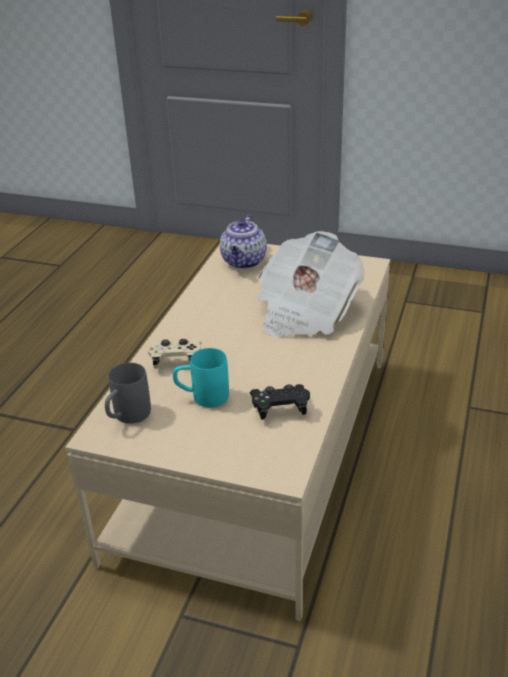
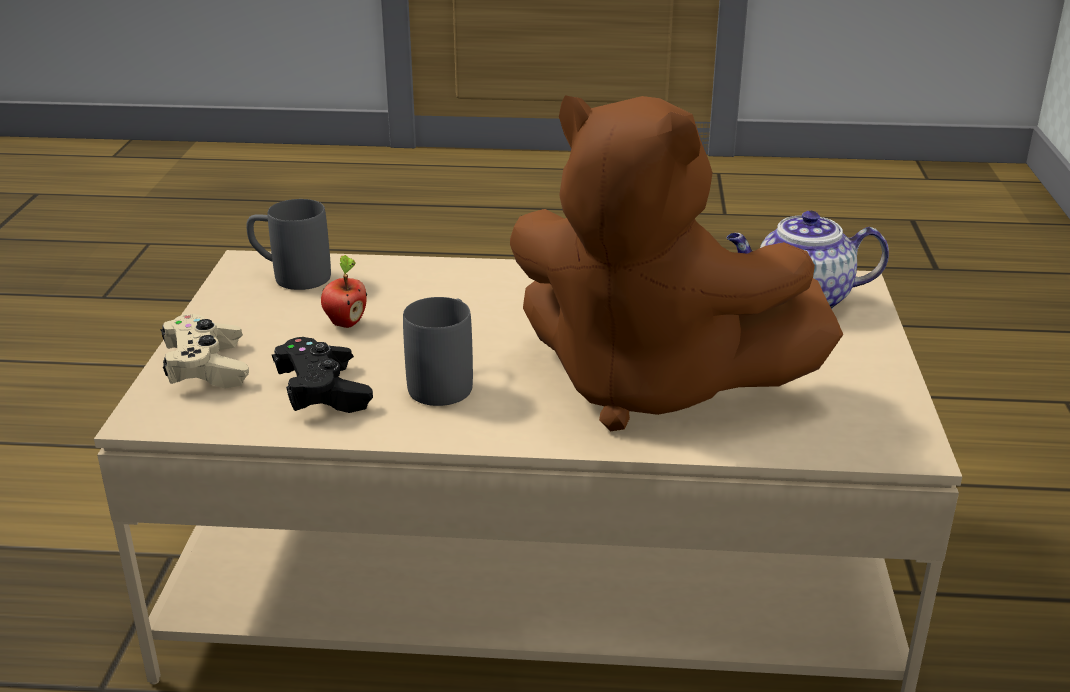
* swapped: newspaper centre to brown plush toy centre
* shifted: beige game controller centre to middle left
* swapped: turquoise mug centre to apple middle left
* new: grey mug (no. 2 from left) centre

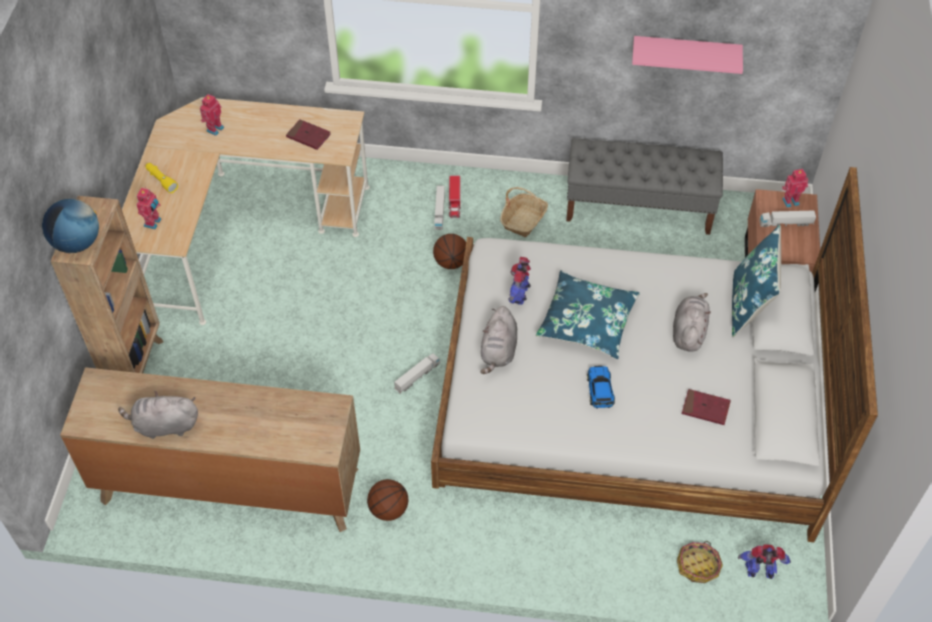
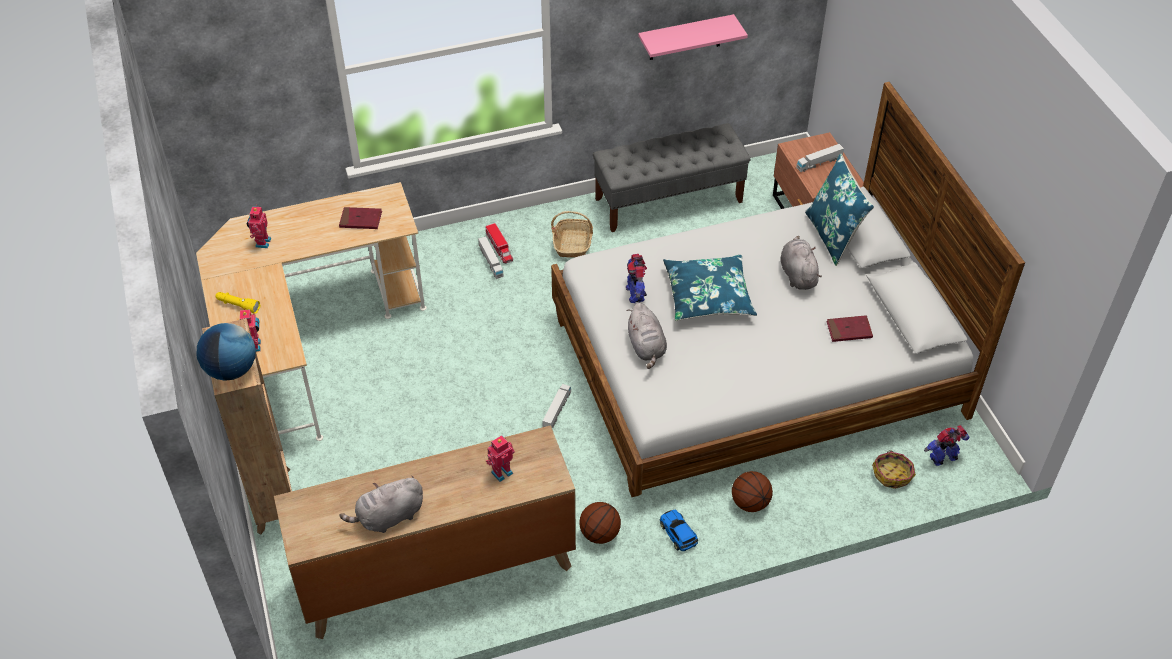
* shifted: toy robot (no. 5 from left in the first image) top right to toy robot (no. 3 from left) bottom centre
* shifted: basketball (no. 2 from left) centre to bottom centre
* shifted: toy car centre to bottom centre

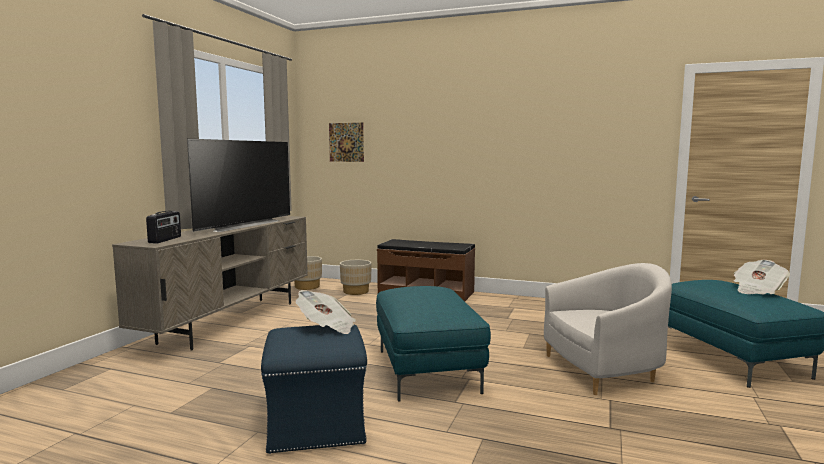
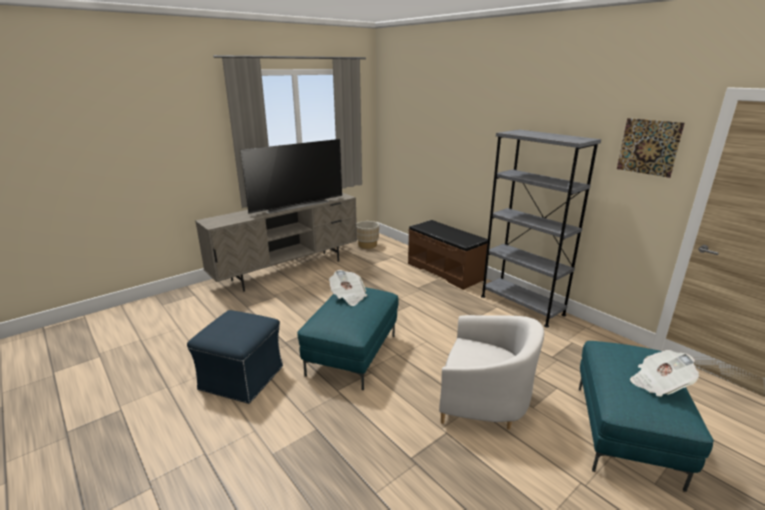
* shifted: picture top centre to top right
* gone: radio middle left
* gone: beige planter (no. 2 from left) centre
* shifted: newspaper (no. 1 from left) bottom centre to centre
* new: grey bookcase middle right

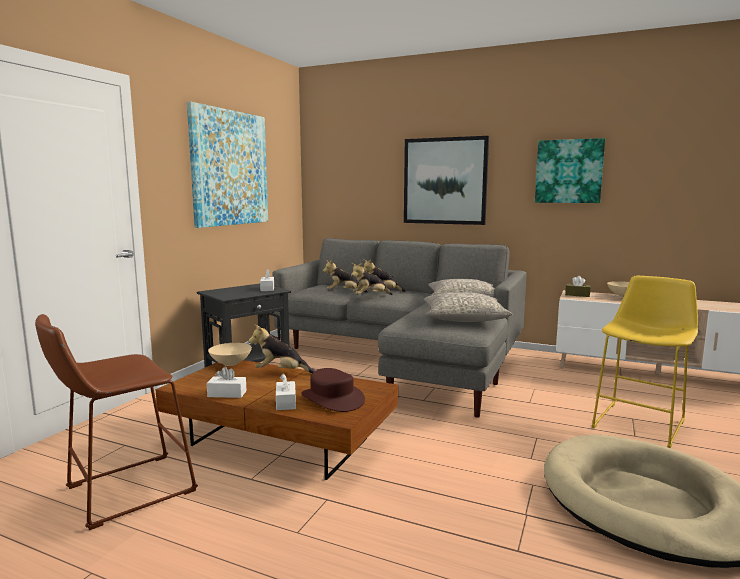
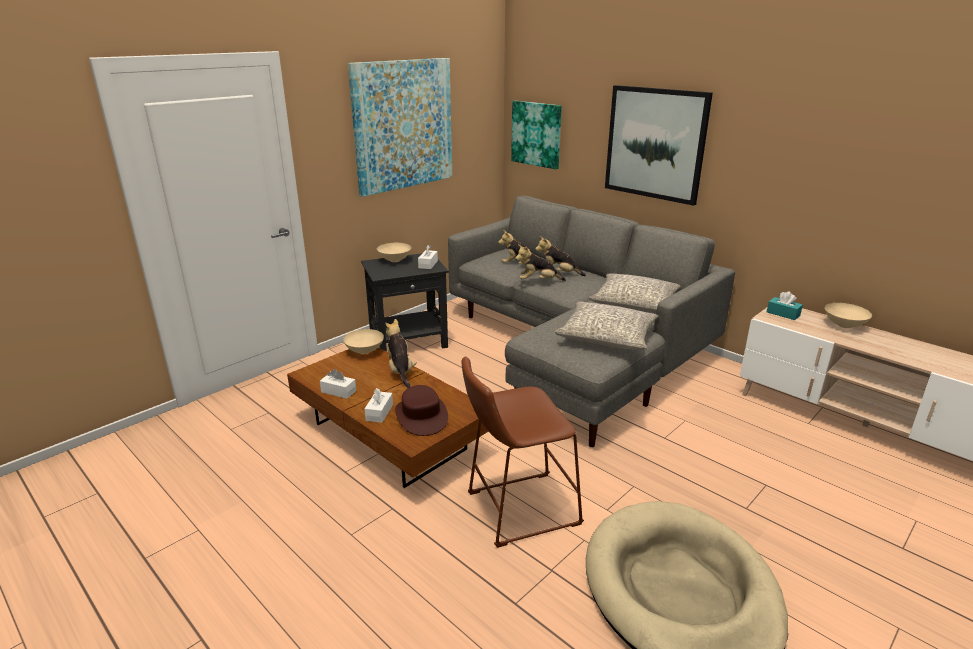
* shifted: picture (no. 3 from left in the first image) top right to picture (no. 2 from left) top centre
* repainted: brown tissue box middle right to turquoise tissue box middle right
* gone: yellow stool middle right
* shifted: brown stool bottom left to bottom centre
* rotated: plush toy (no. 1 from left) centre = centre 45 degrees clockwise
* new: beige bowl (no. 2 from left) centre

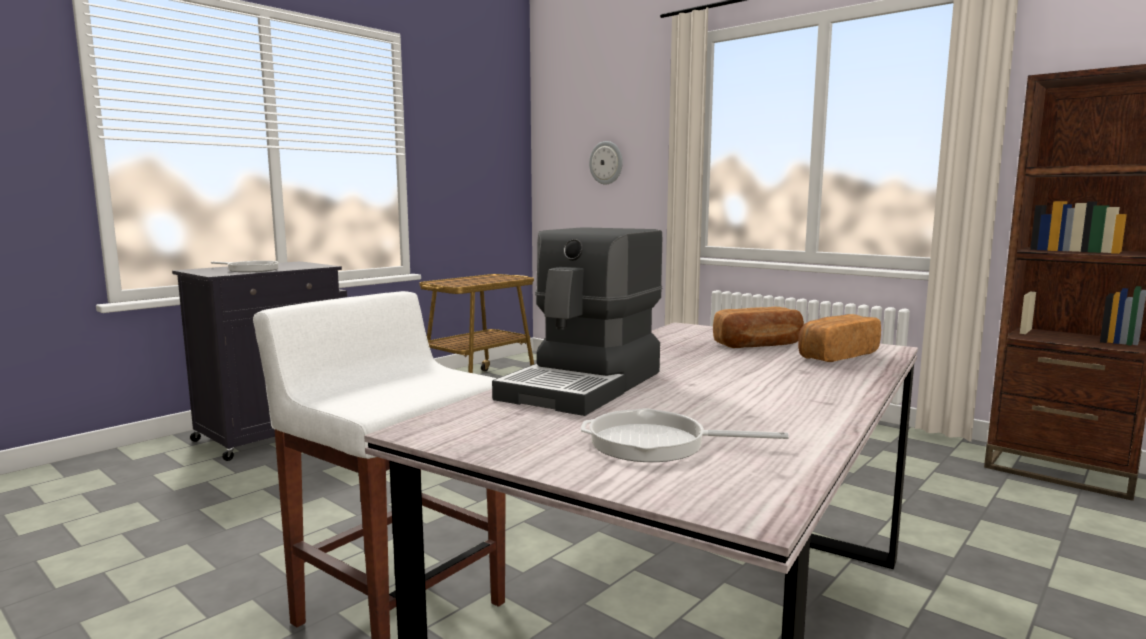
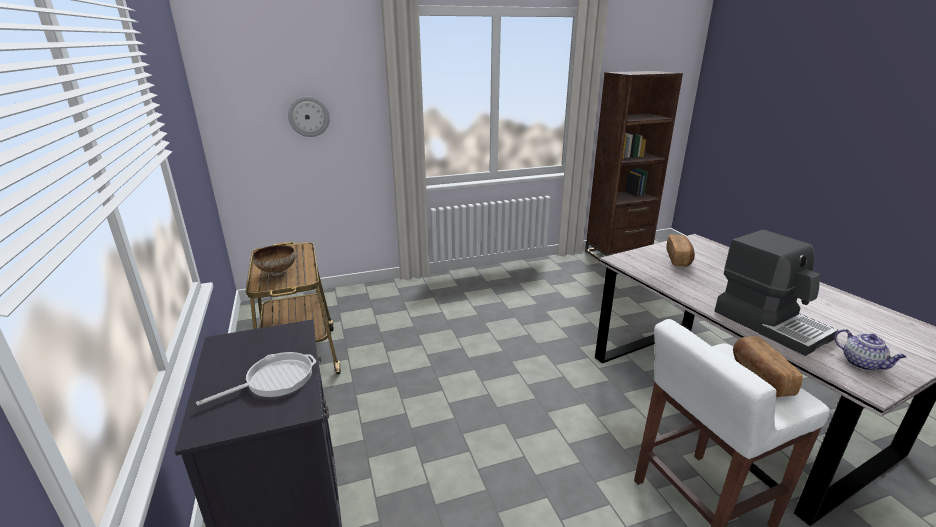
* shifted: bread (no. 2 from left) middle right to bottom right
* gone: frying pan (no. 2 from left) bottom centre
* new: bowl middle left
* new: teapot middle right

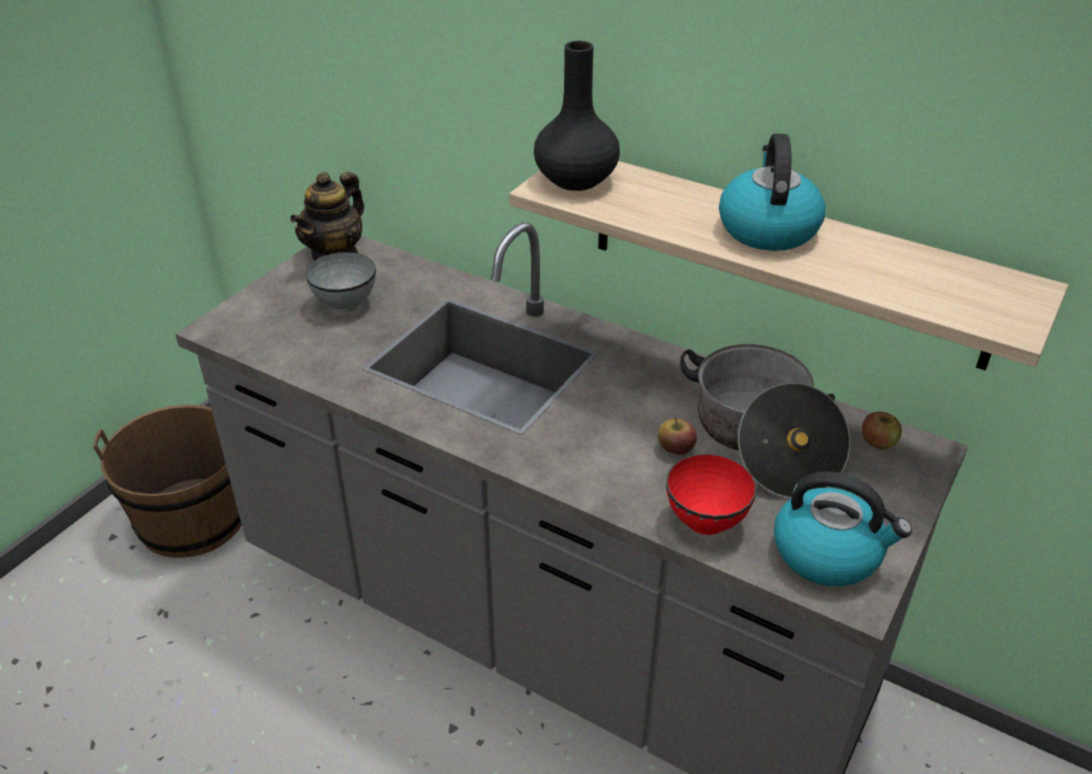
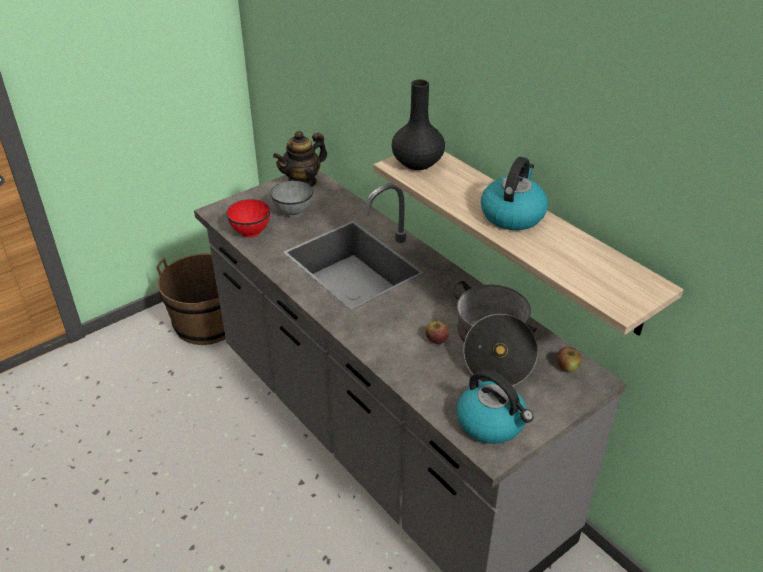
* shifted: red bowl centre to middle left

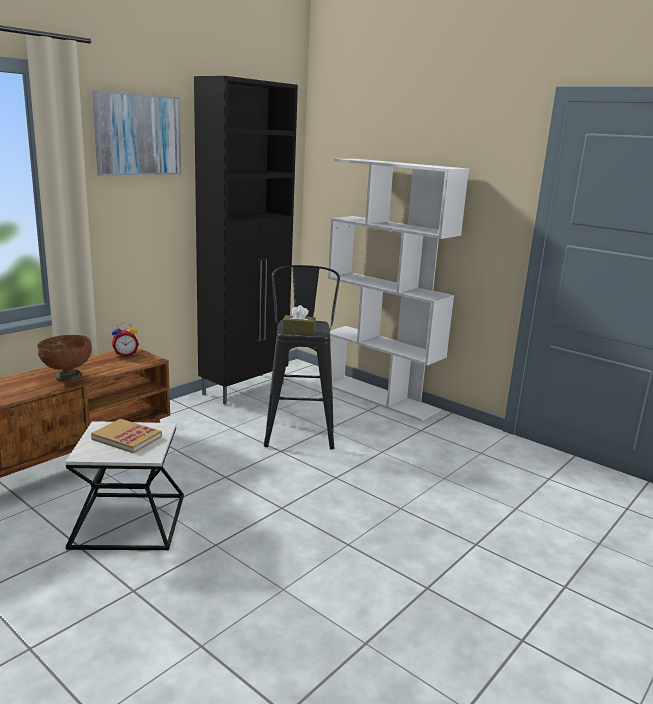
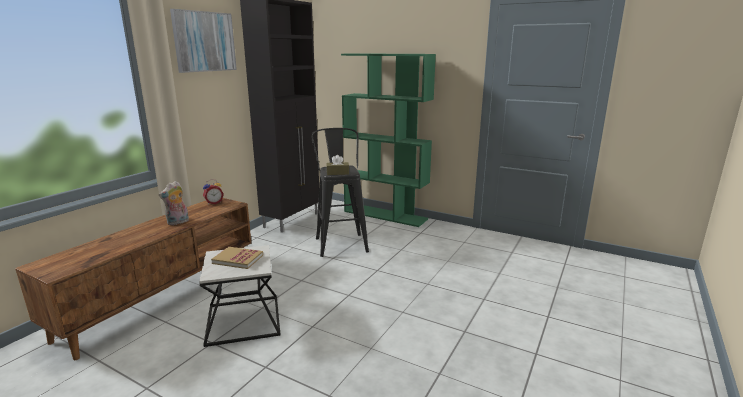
* repainted: white bookcase centre to green bookcase centre
* swapped: brown bowl middle left to plush toy middle left

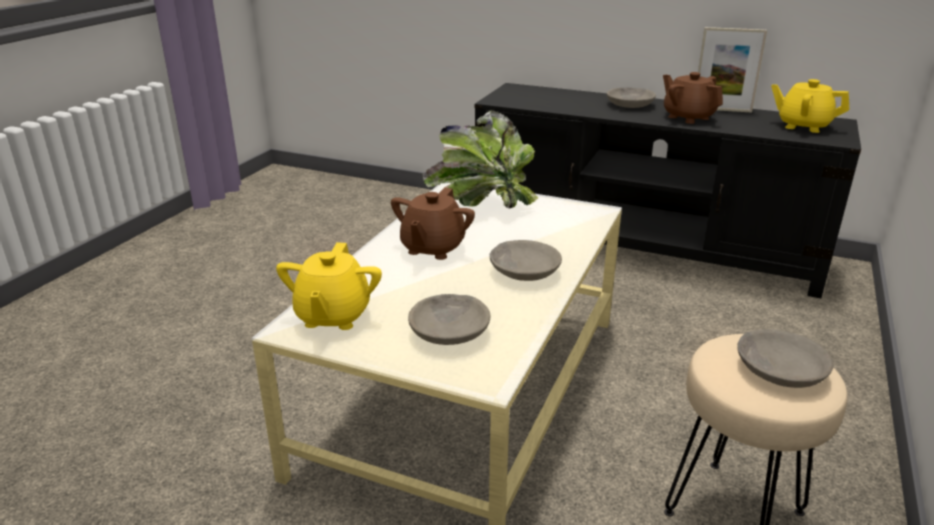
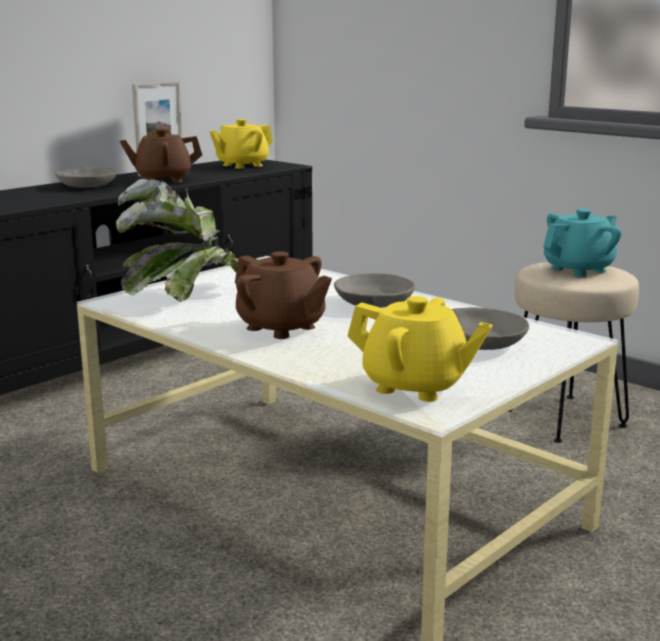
* swapped: grey bowl (no. 4 from left) bottom right to turquoise teapot middle right

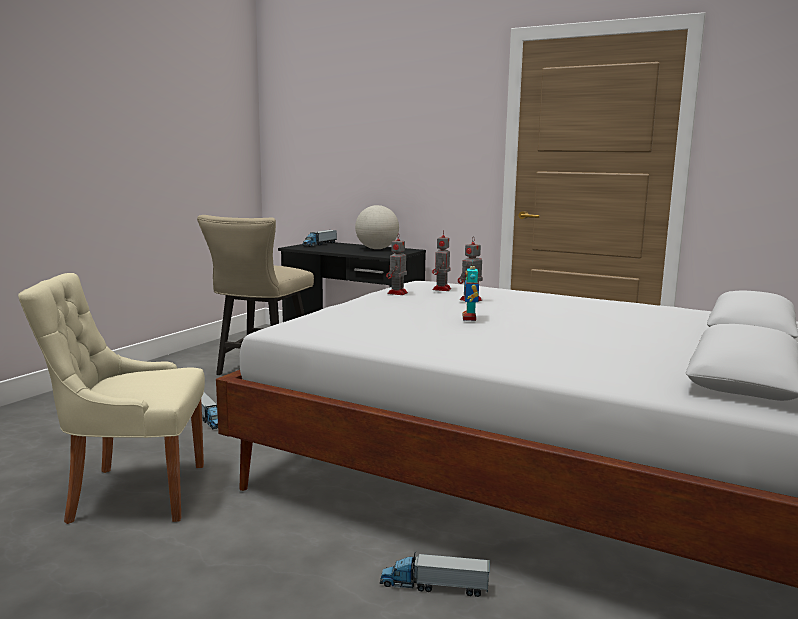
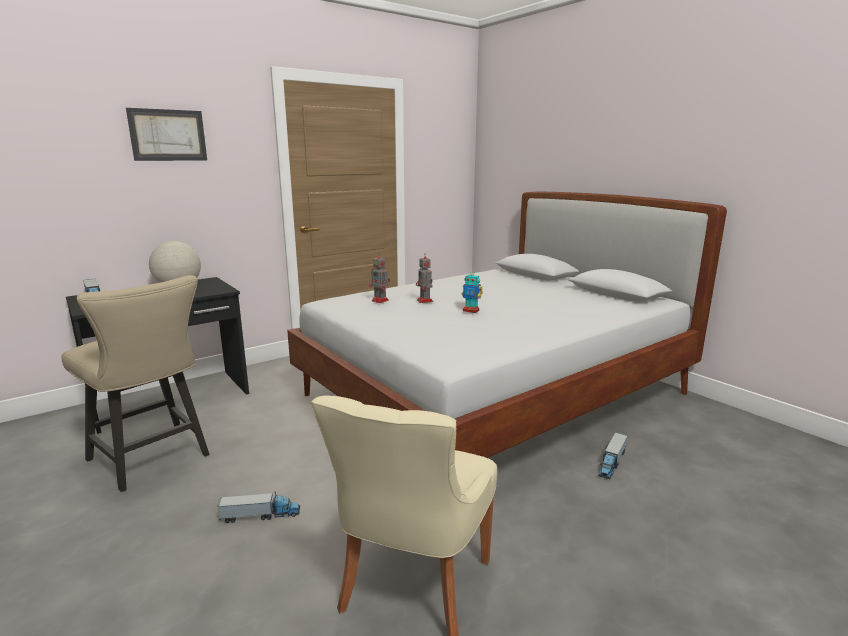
* gone: toy robot (no. 1 from left) centre
* new: picture top left

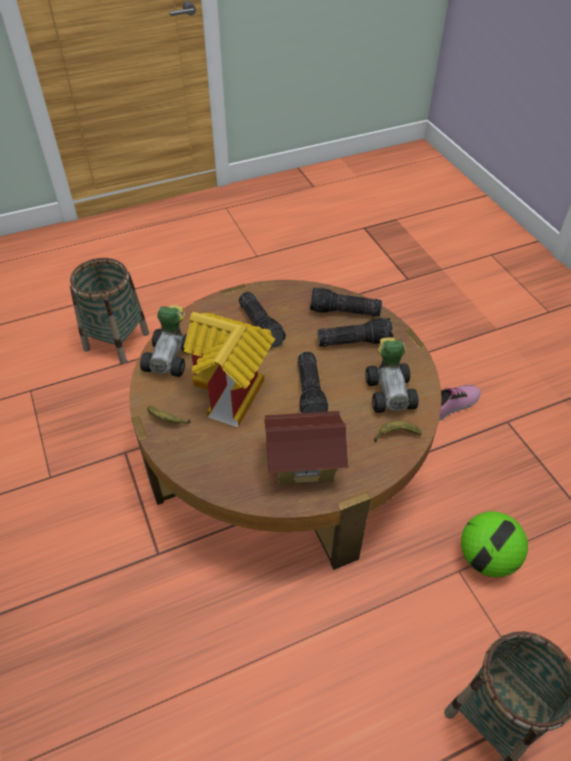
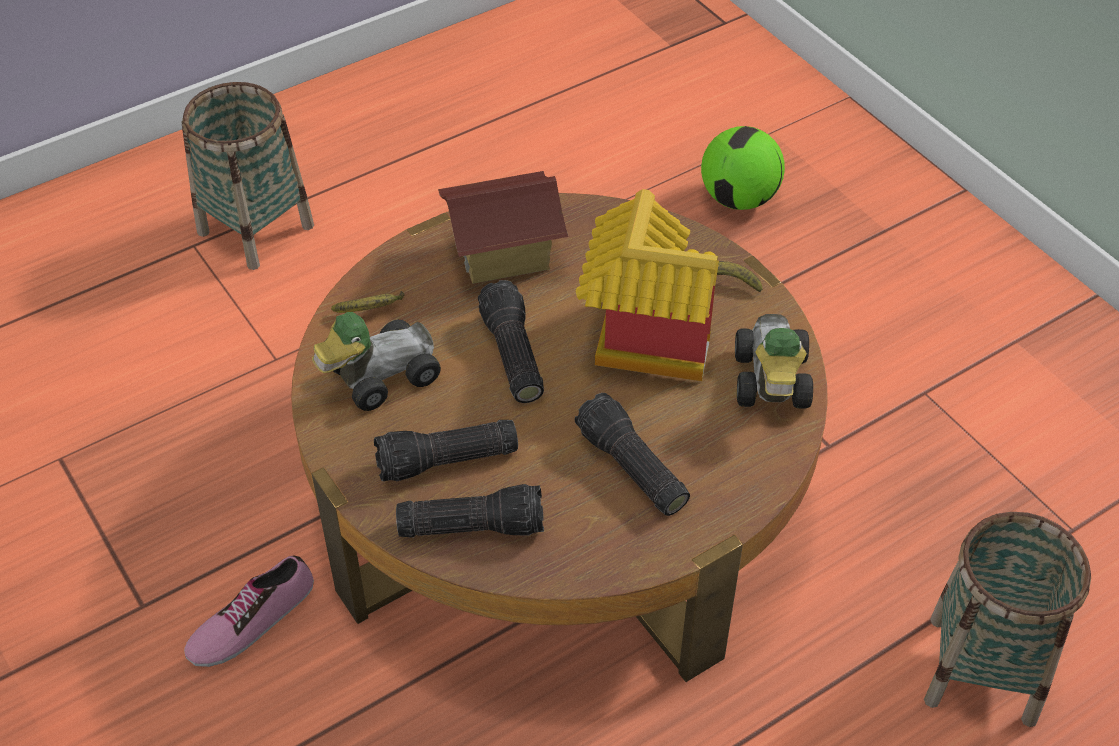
* rotated: toy car (no. 2 from left in the first image) middle right = centre 75 degrees clockwise
* shifted: football bottom right to top centre

